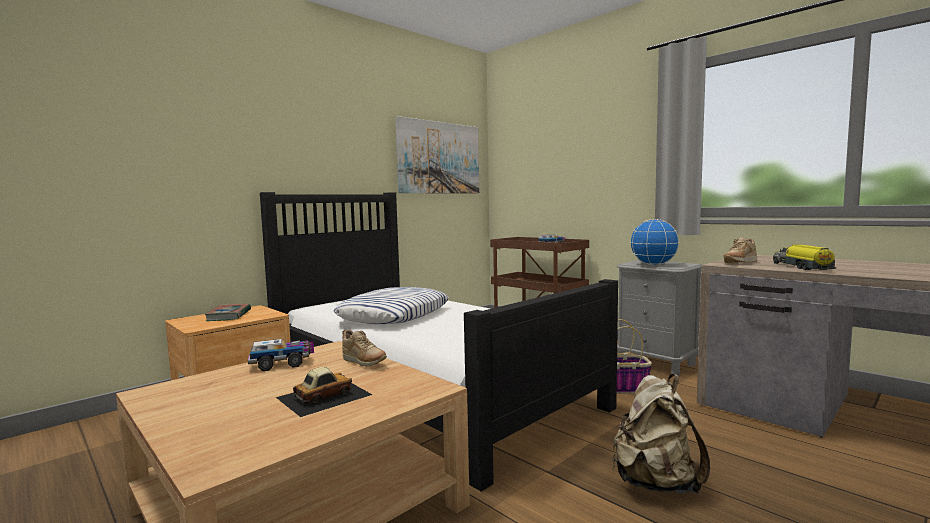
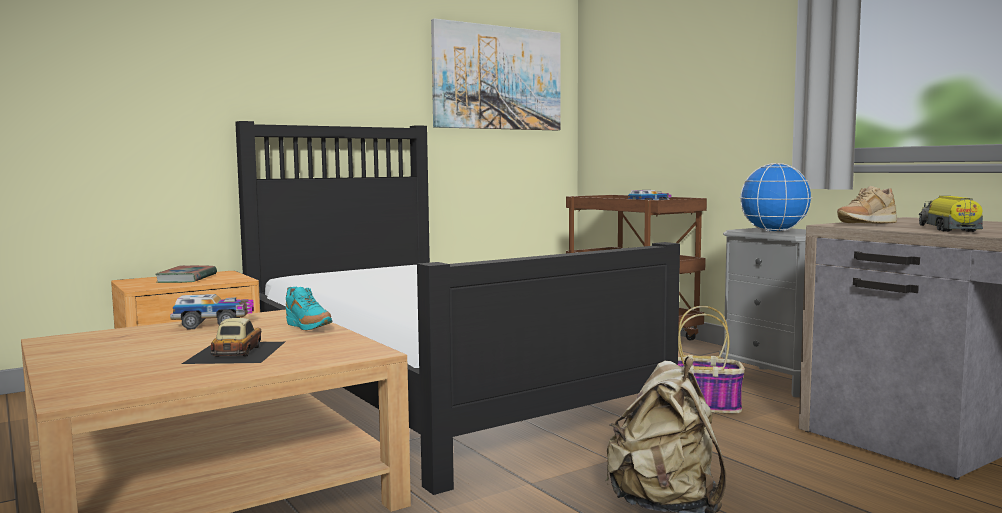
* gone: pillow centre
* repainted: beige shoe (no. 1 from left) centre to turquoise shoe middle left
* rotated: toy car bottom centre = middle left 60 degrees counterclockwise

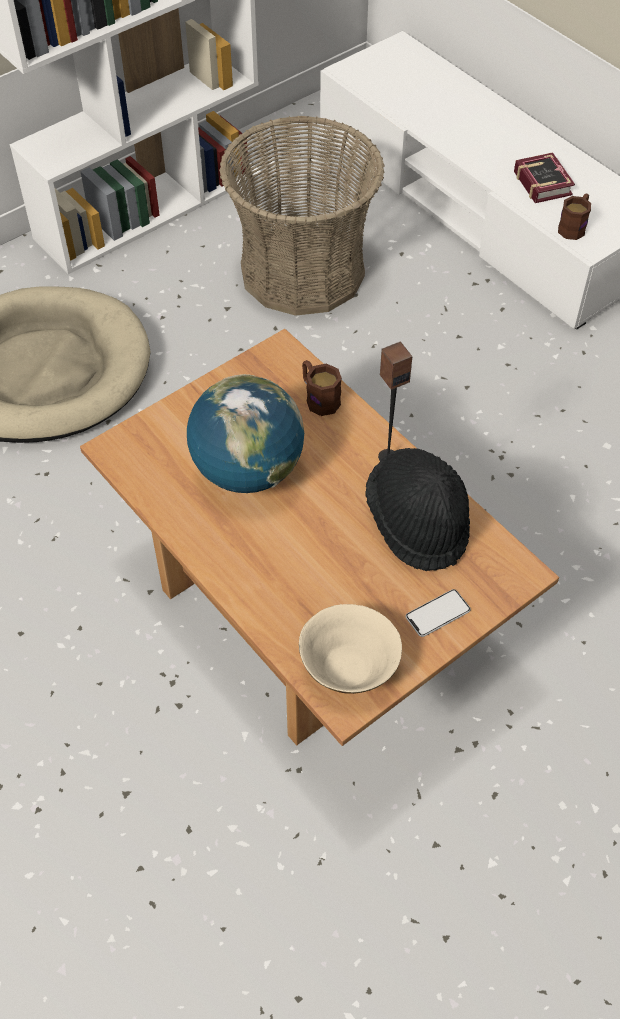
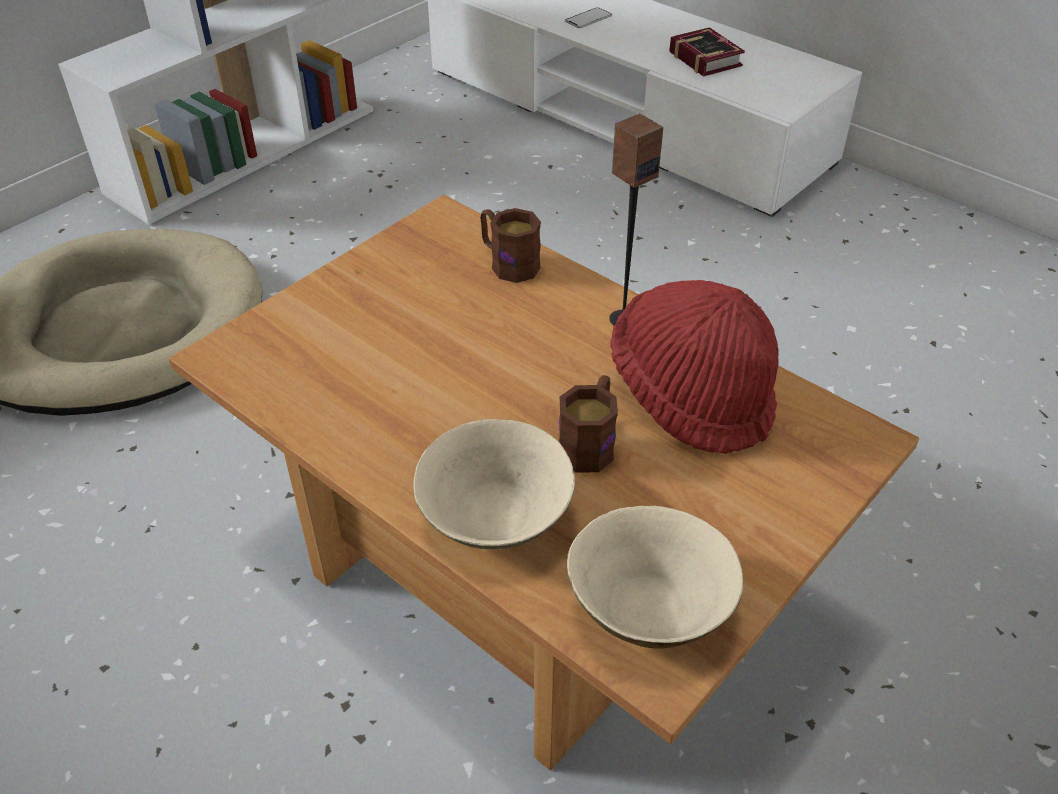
* gone: basket top centre
* shifted: brown mug (no. 2 from left) top right to centre
* gone: globe centre
* repainted: black hat middle right to red hat centre
* shifted: phone middle right to top centre
* new: beige bowl (no. 1 from left) centre

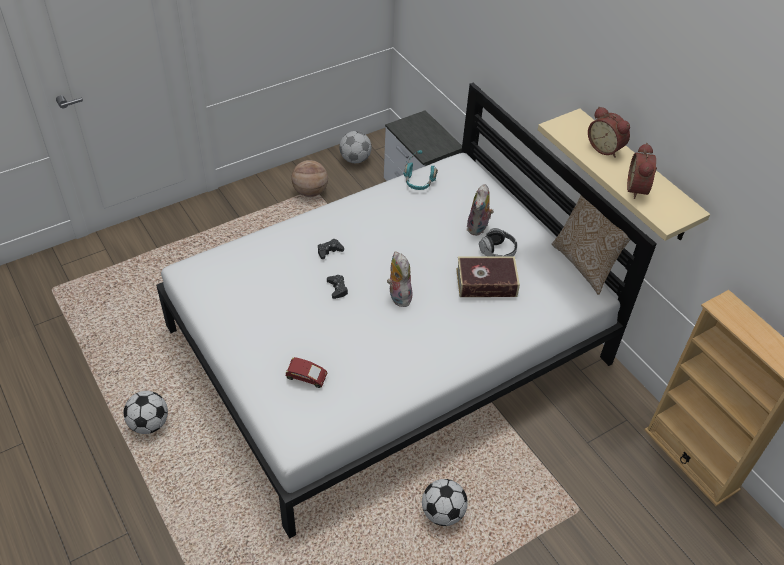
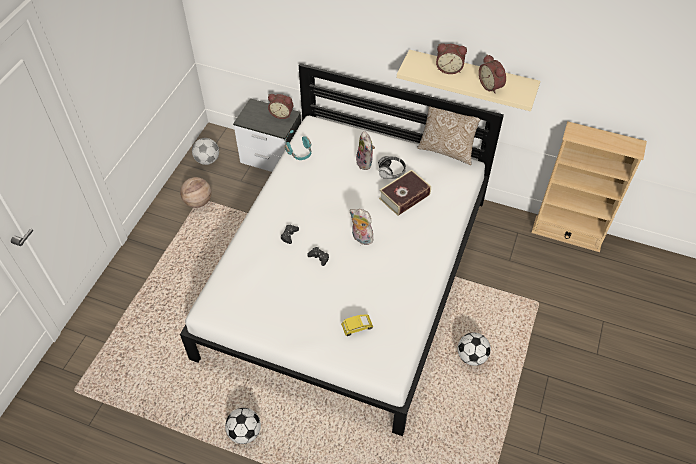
* repainted: red toy car centre to yellow toy car bottom centre
* new: alarm clock (no. 1 from left) top centre

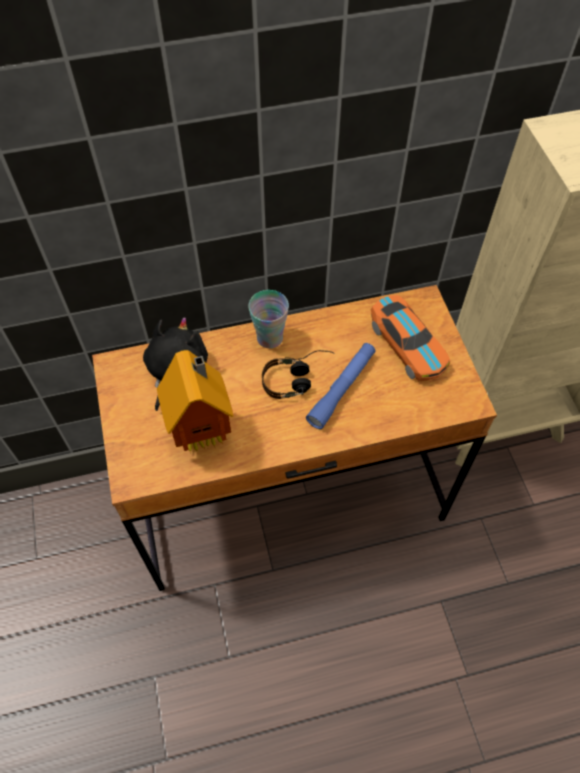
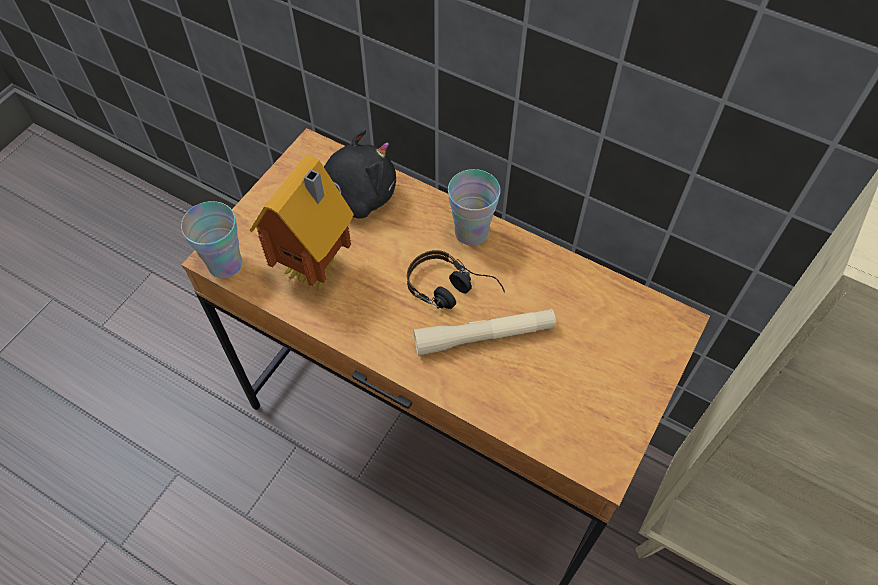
* gone: toy car middle right
* repainted: blue flashlight centre to beige flashlight centre
* new: cup (no. 1 from left) middle left

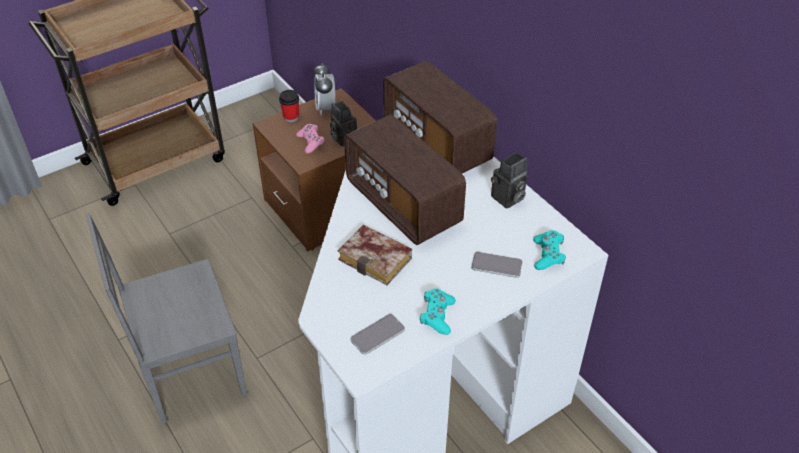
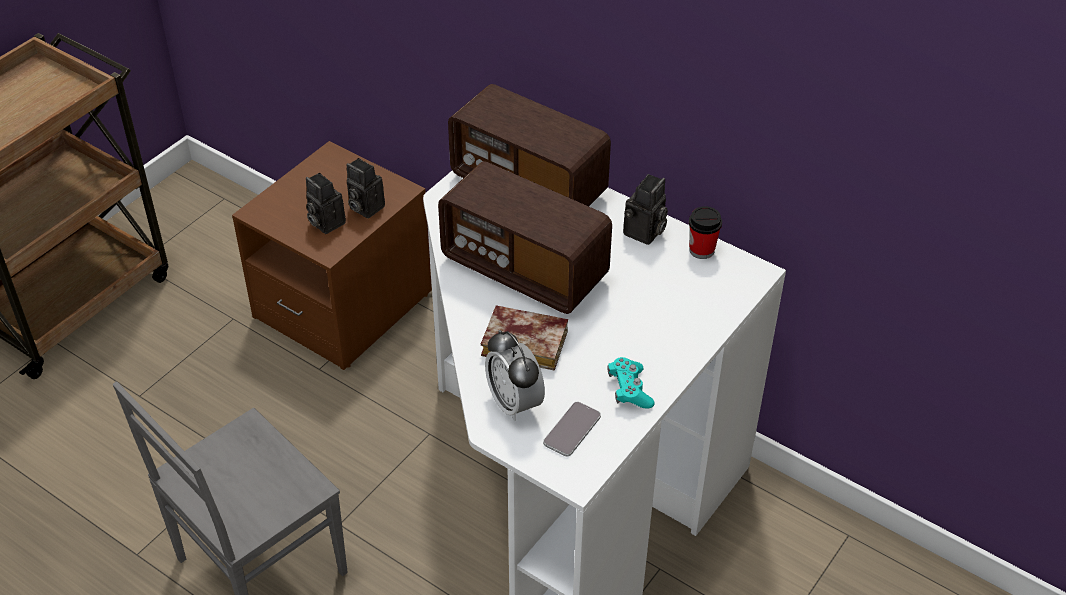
* shifted: alarm clock top centre to centre
* shifted: cup top centre to centre
* swapped: pink game controller top centre to photo camera (no. 1 from left) middle left
* gone: turquoise game controller (no. 2 from left) middle right
* gone: phone (no. 2 from left) centre

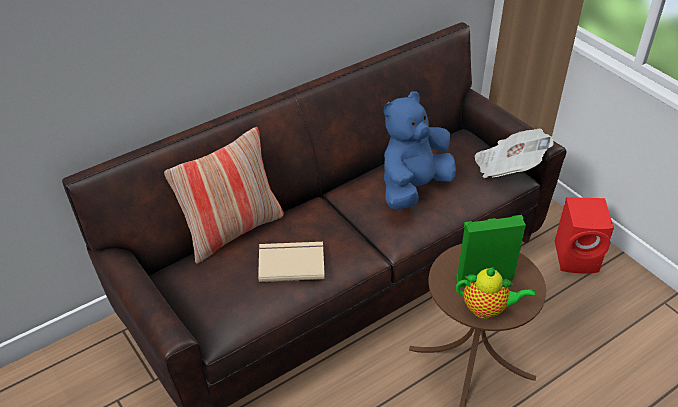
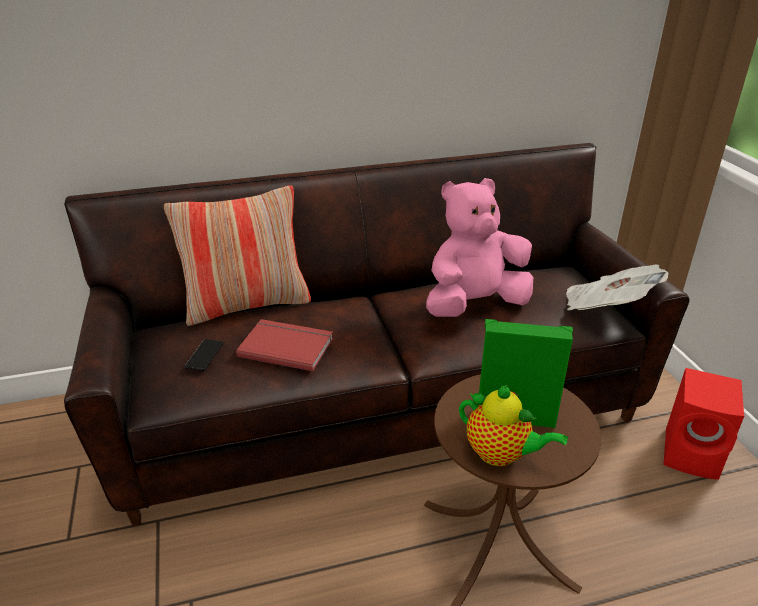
* repainted: blue plush toy centre to pink plush toy centre
* repainted: beige book centre to red book centre
* new: phone middle left

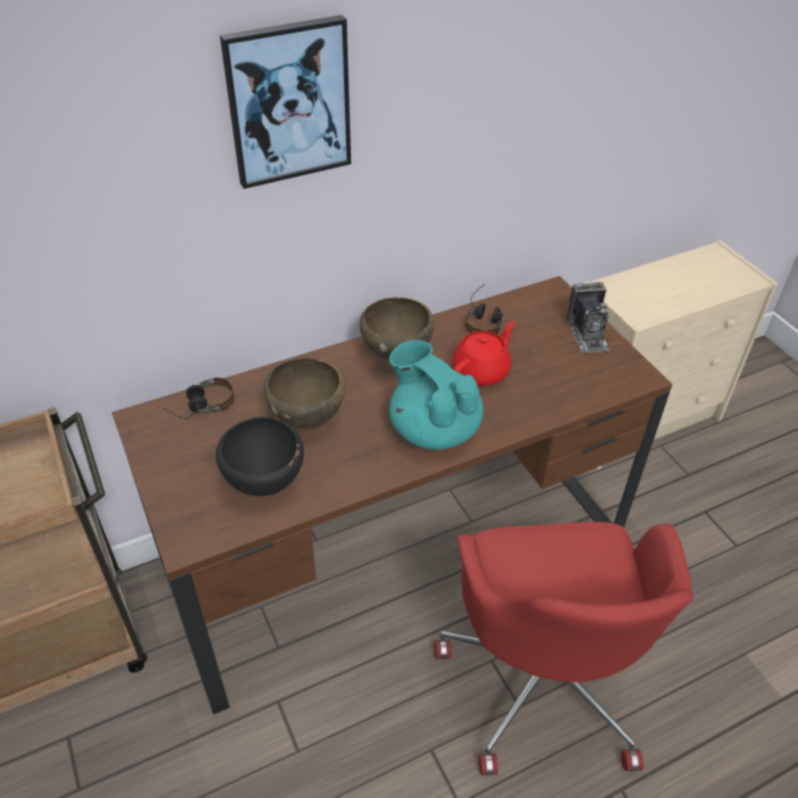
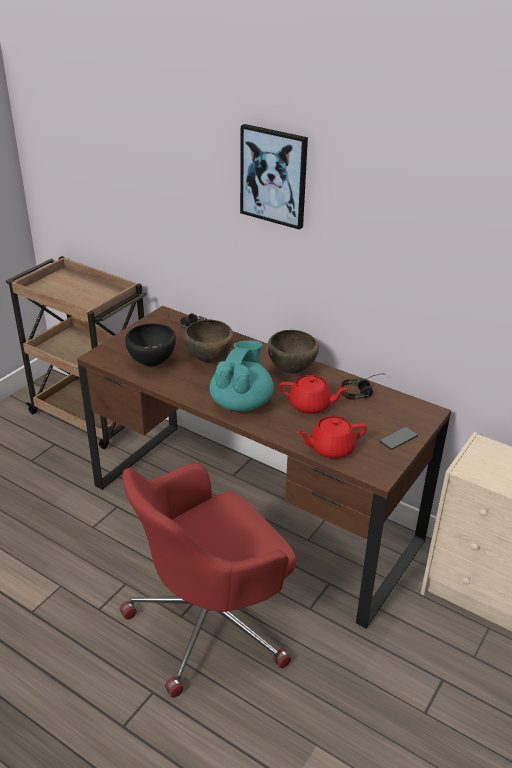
* swapped: photo camera middle right to phone middle right
* new: red teapot (no. 2 from left) centre

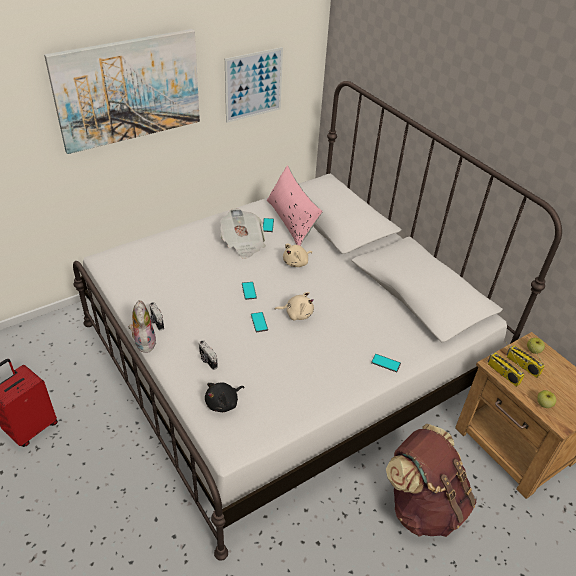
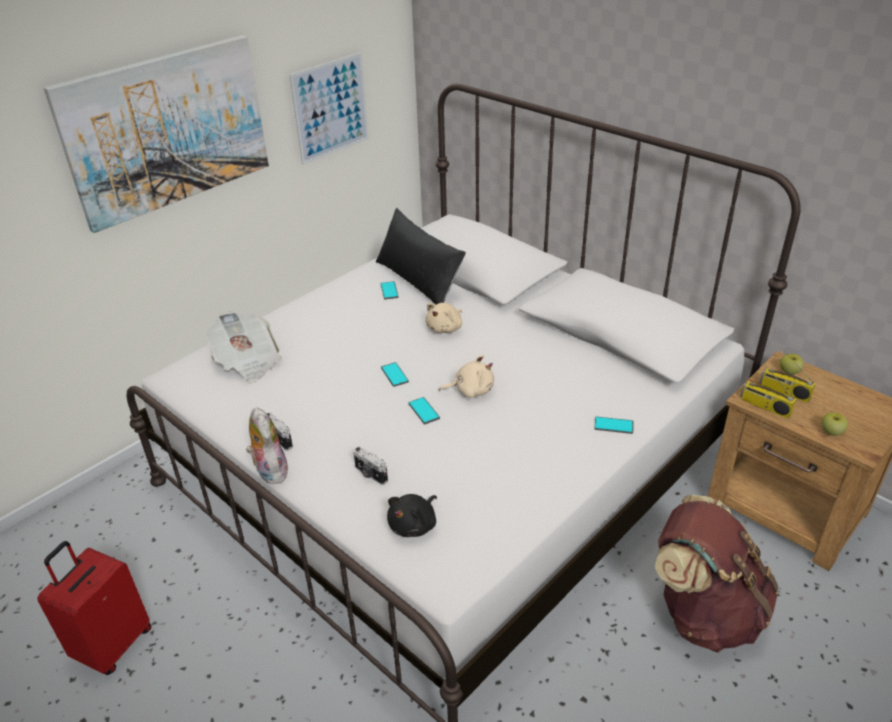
* repainted: pink pillow centre to black pillow centre
* shifted: newspaper centre to middle left

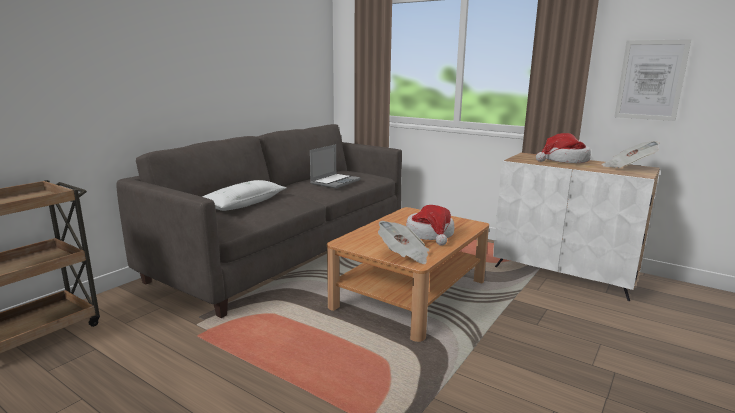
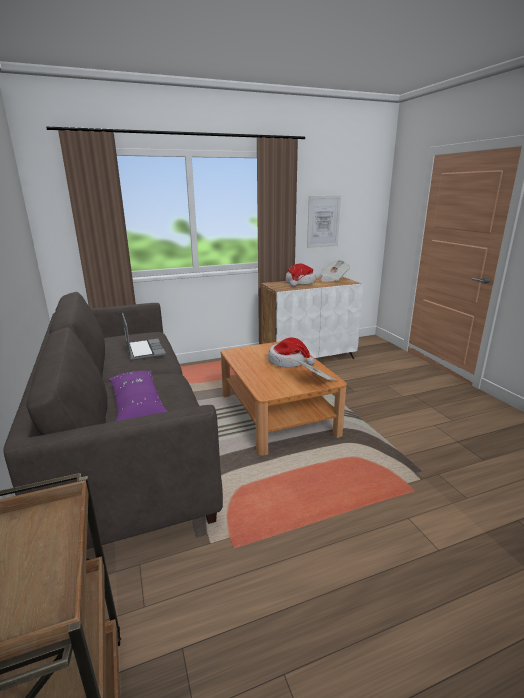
* repainted: white pillow middle left to purple pillow middle left

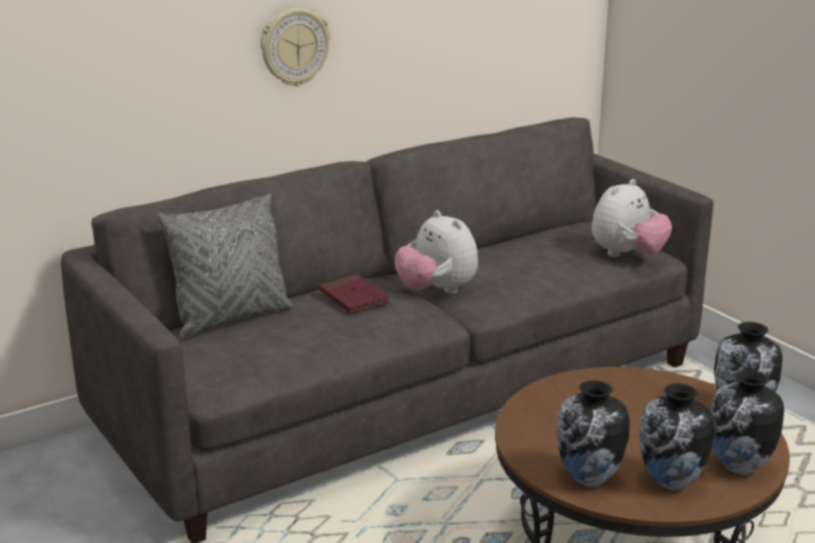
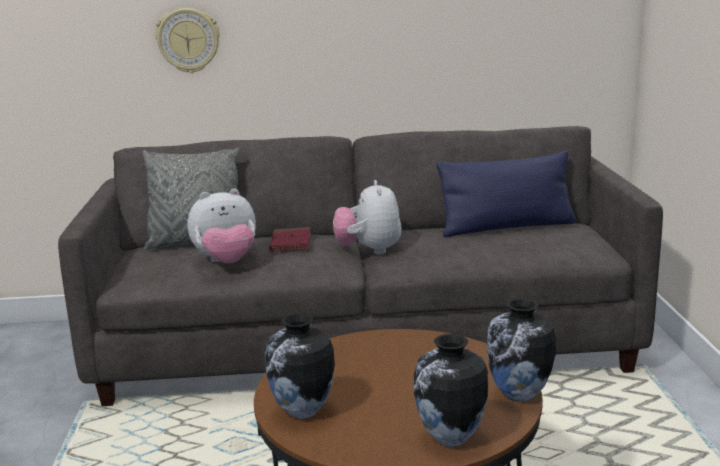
* shifted: wall clock top centre to top left
* shifted: plush toy (no. 2 from left in the first image) middle right to plush toy (no. 1 from left) middle left
* gone: vase (no. 2 from left) bottom right
* new: blue pillow middle right

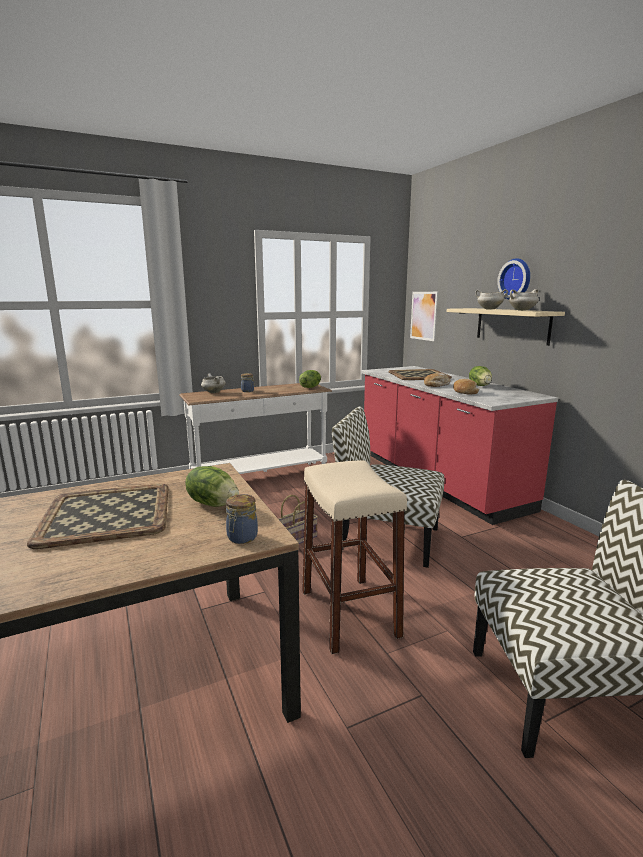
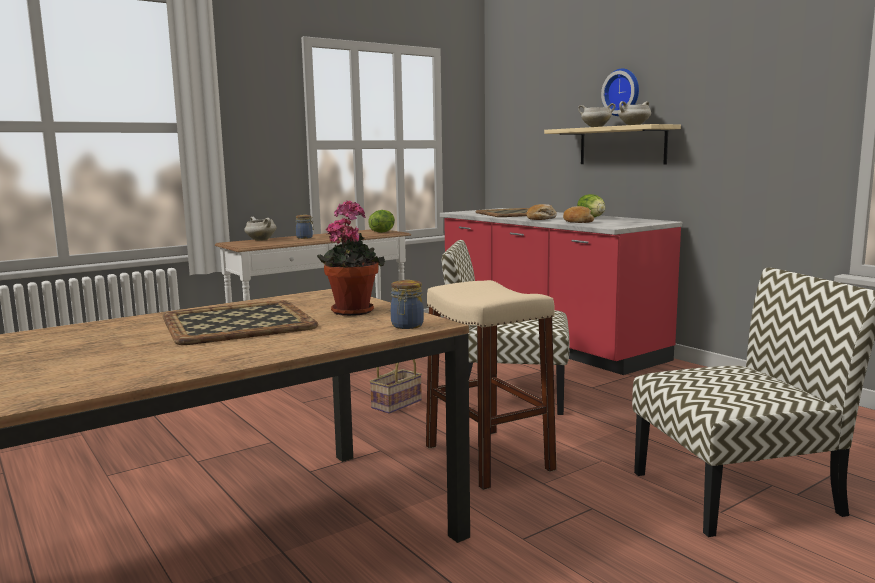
* gone: picture centre
* swapped: lettuce (no. 1 from left) middle left to potted plant centre

